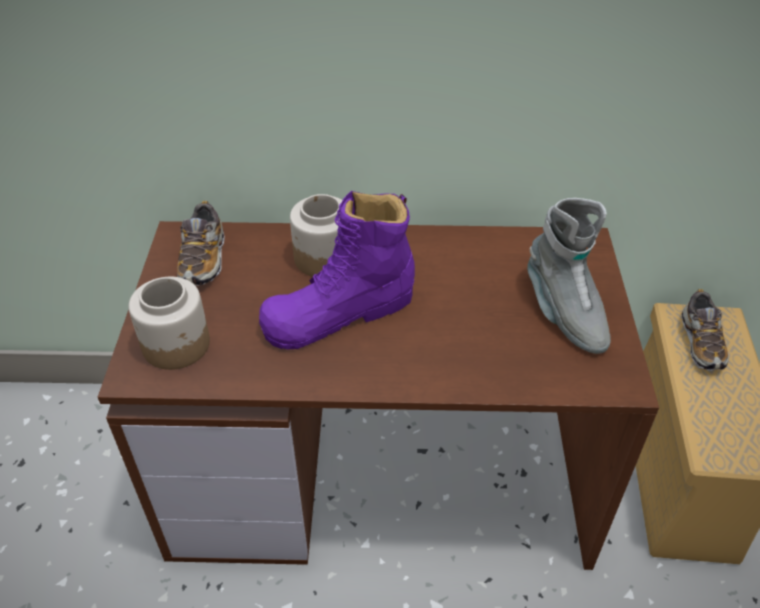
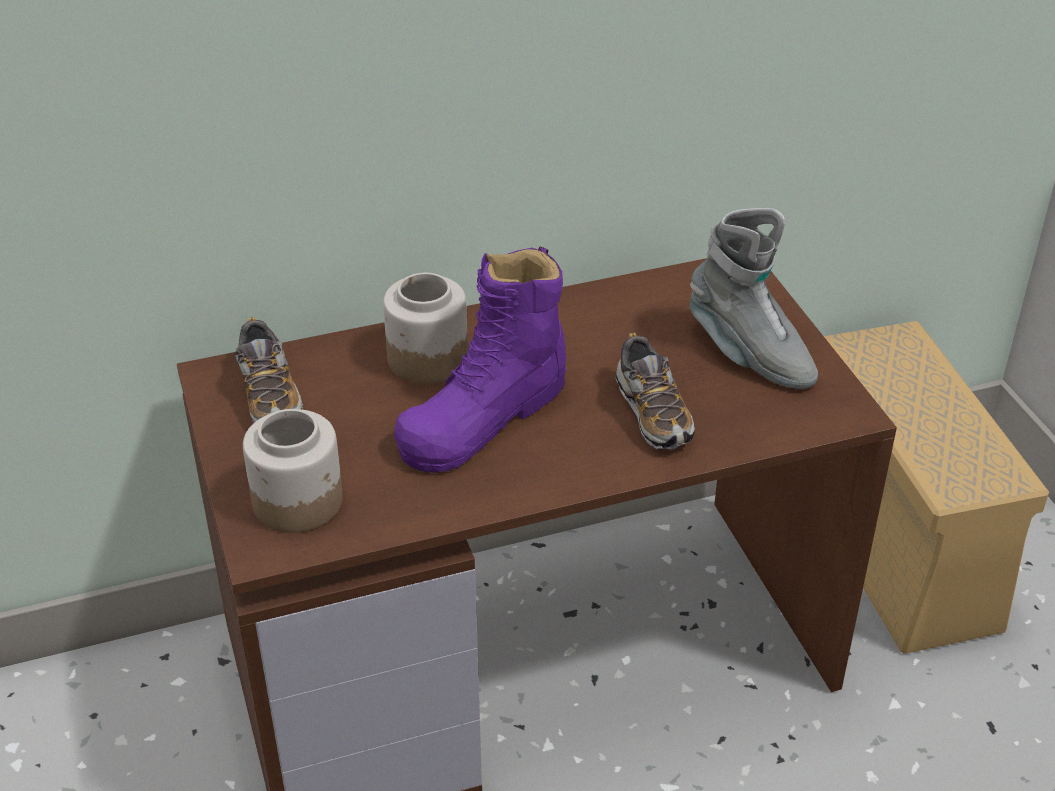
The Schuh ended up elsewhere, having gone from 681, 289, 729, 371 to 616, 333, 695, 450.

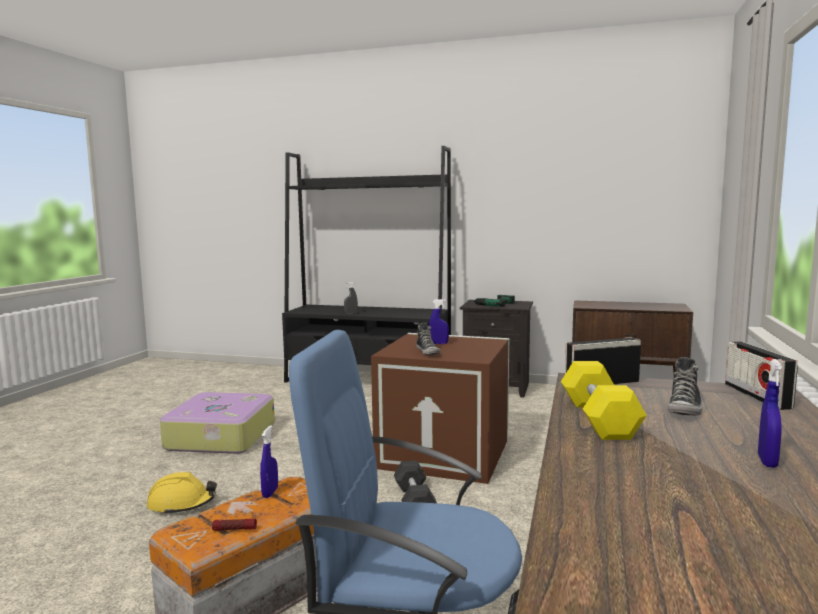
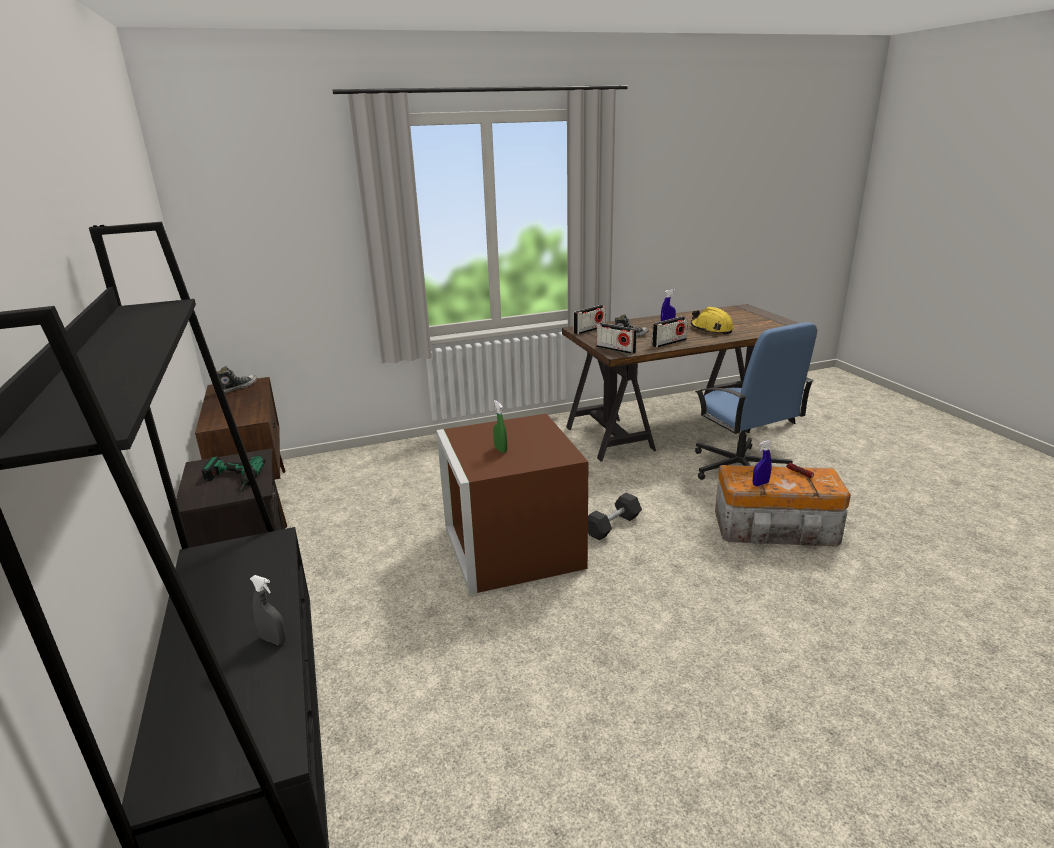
What was the Sprühflasche (blau) at 429, 299, 449, 344 turned into the Sprühflasche (grün) at 493, 400, 507, 453.
The Schuh ended up elsewhere, having gone from 416, 323, 440, 355 to 217, 366, 257, 393.
Where the Hantel (gelb) stood at 561, 361, 647, 440, the Radio came to stand at 652, 316, 688, 348.
The second view lost the Koffer at 160, 392, 275, 454.
The Schutzhelm (gelb) ended up elsewhere, having gone from 147, 472, 217, 515 to 691, 307, 734, 335.

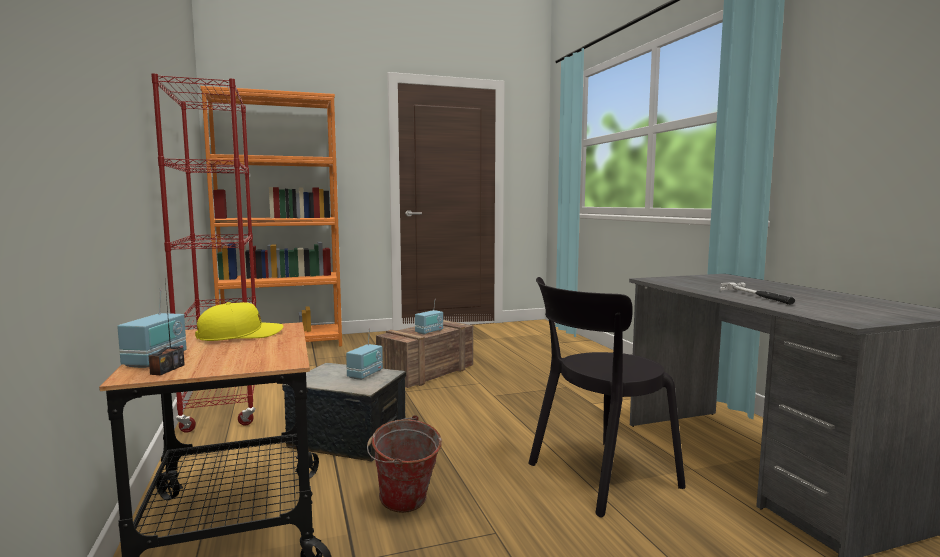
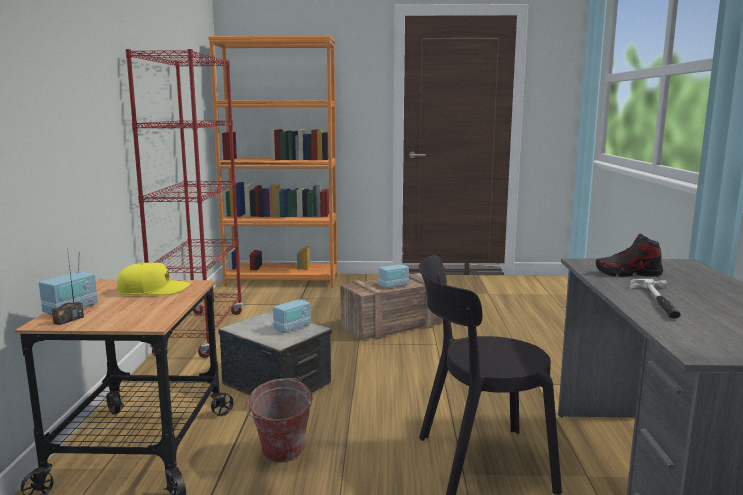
The second view gained the Schuh at 596, 234, 663, 277.

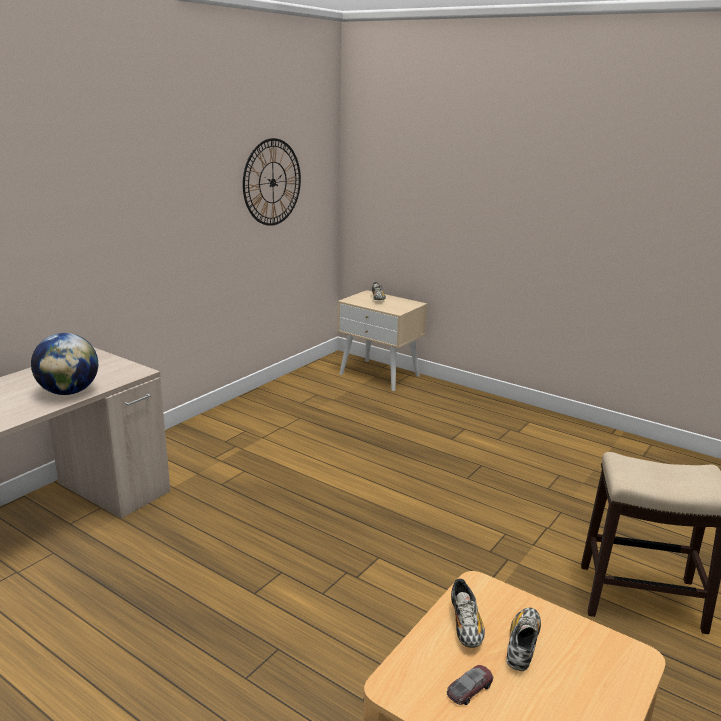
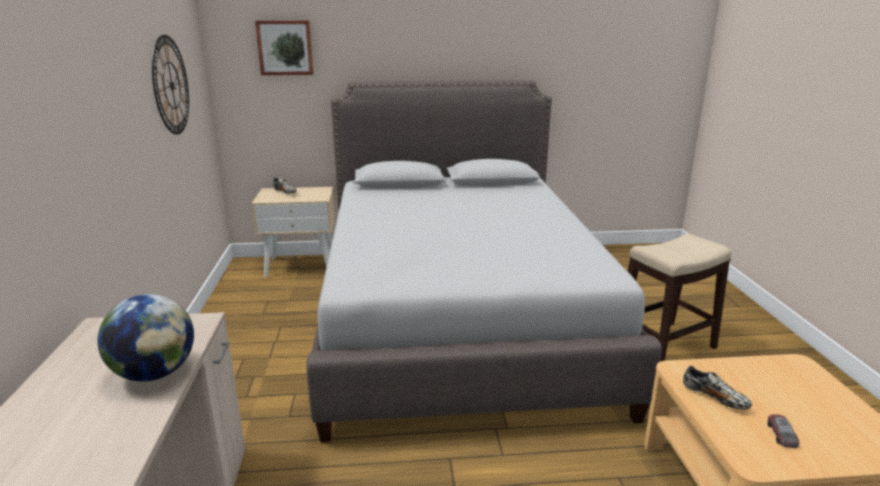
The second view lost the Schuh at 506, 607, 541, 671.
The second view gained the Bild at 255, 20, 314, 75.
The second view gained the Bett (grau) at 307, 80, 662, 443.

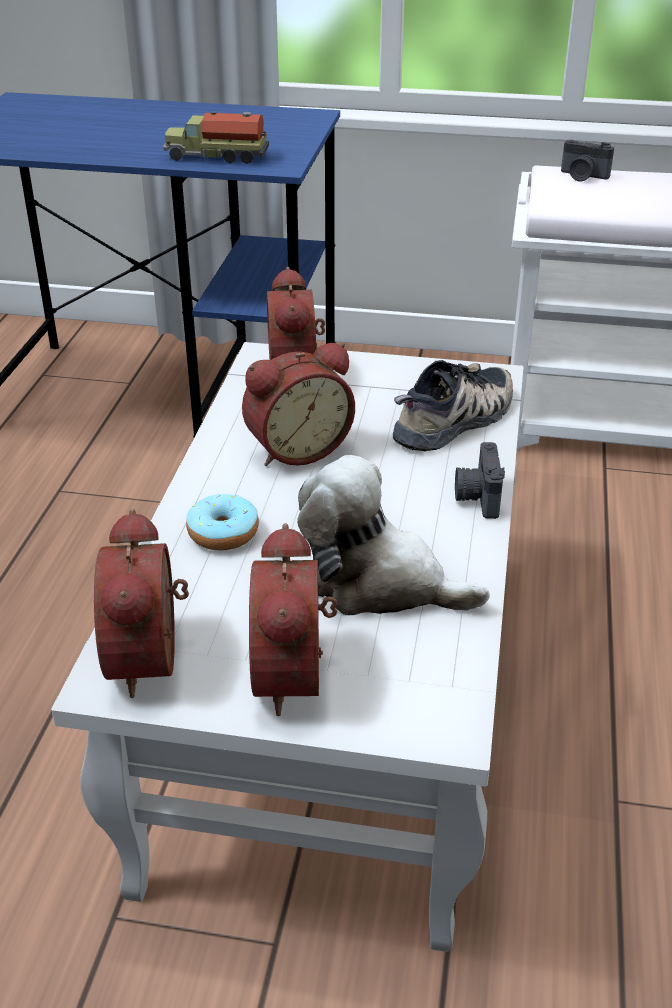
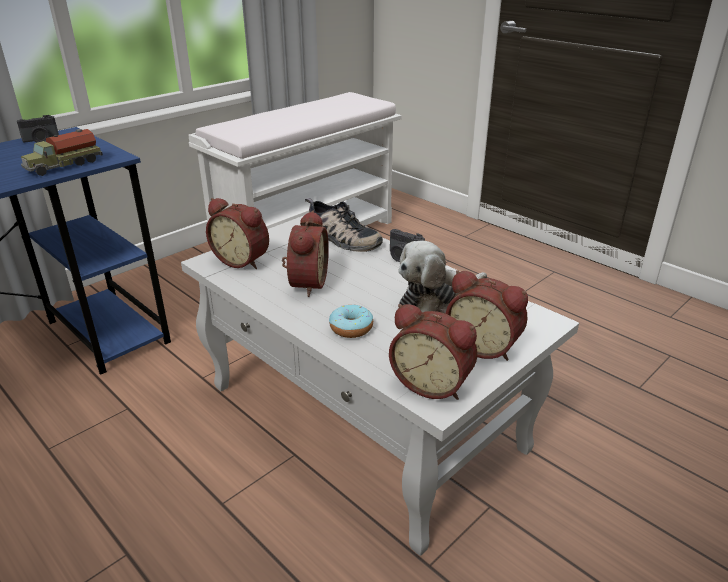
The Kamera ended up elsewhere, having gone from 561, 140, 614, 181 to 17, 115, 59, 143.
The Schuh at 393, 360, 513, 452 ended up facing another way, 135 degrees clockwise from before.

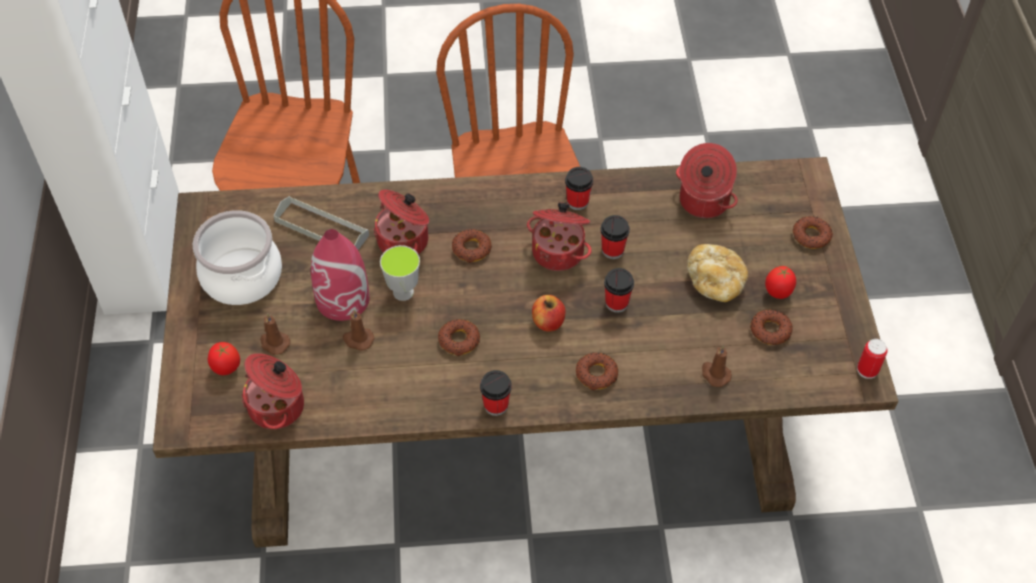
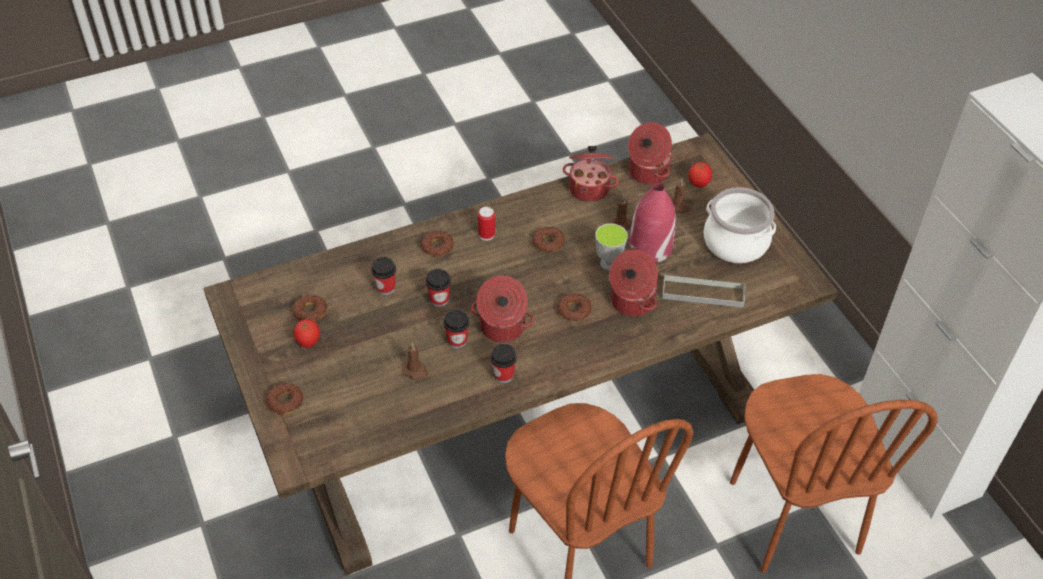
The Kochtopf ended up elsewhere, having gone from 676, 143, 738, 218 to 562, 146, 619, 202.
The second view lost the Brot at 687, 244, 748, 302.
The second view lost the Apfel at 532, 295, 566, 332.
The Dose ended up elsewhere, having gone from 857, 339, 888, 379 to 478, 207, 495, 241.
The Kerze (braun) ended up elsewhere, having gone from 702, 345, 732, 387 to 402, 343, 428, 379.
The Tasse ended up elsewhere, having gone from 480, 370, 512, 416 to 371, 257, 396, 295.

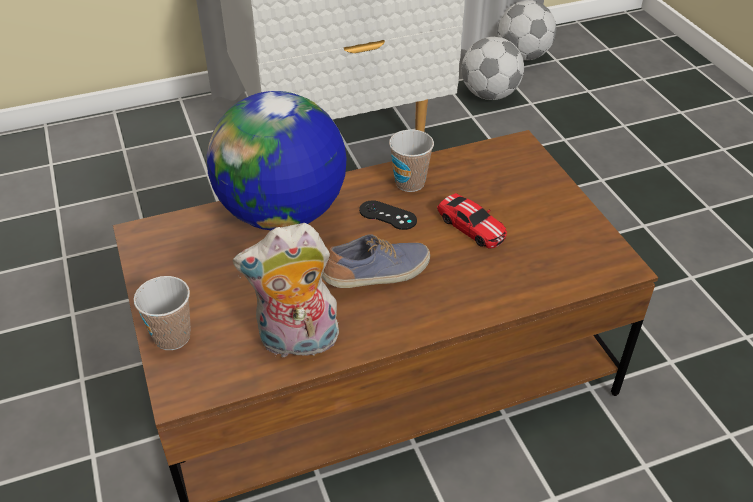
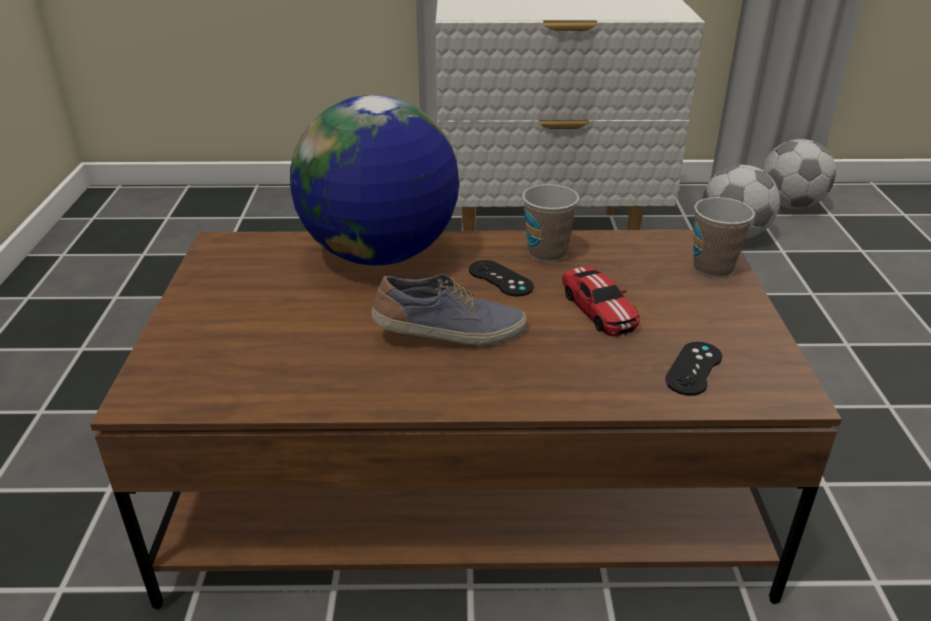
The second view lost the Plüschtier at 233, 223, 340, 361.
The Tasse ended up elsewhere, having gone from 134, 276, 191, 350 to 693, 197, 755, 278.
The second view gained the Gamepad (schwarz) at 665, 342, 722, 396.

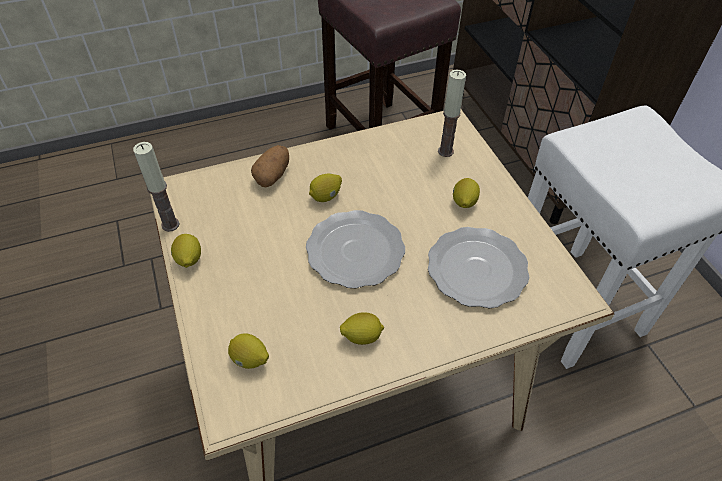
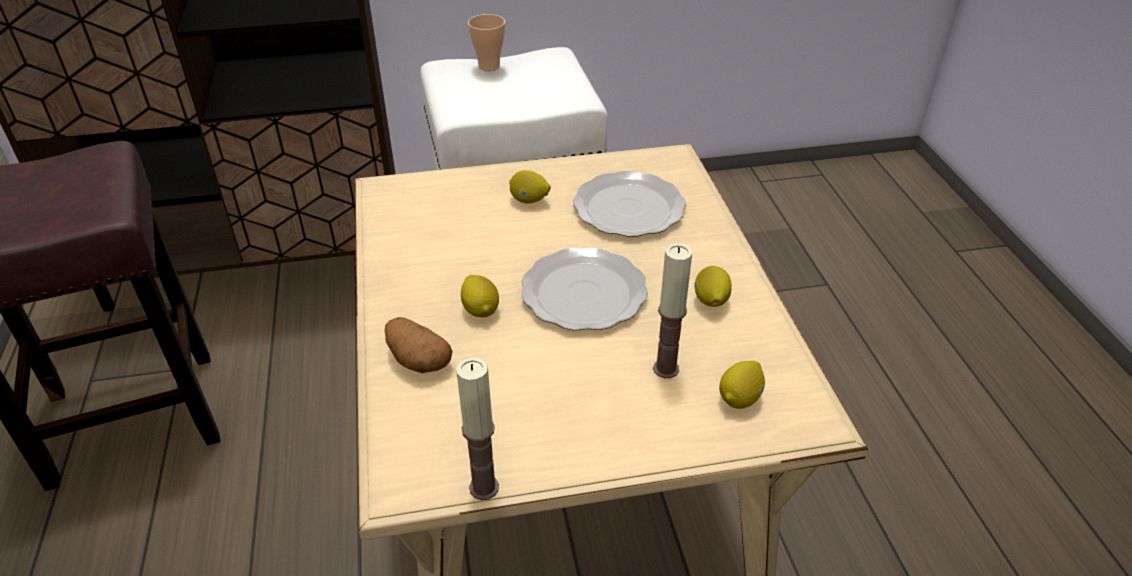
The Kerze ended up elsewhere, having gone from 438, 70, 466, 157 to 653, 243, 692, 378.
The second view lost the Zitrone at 171, 234, 201, 268.
The second view gained the Tasse at 468, 14, 505, 71.

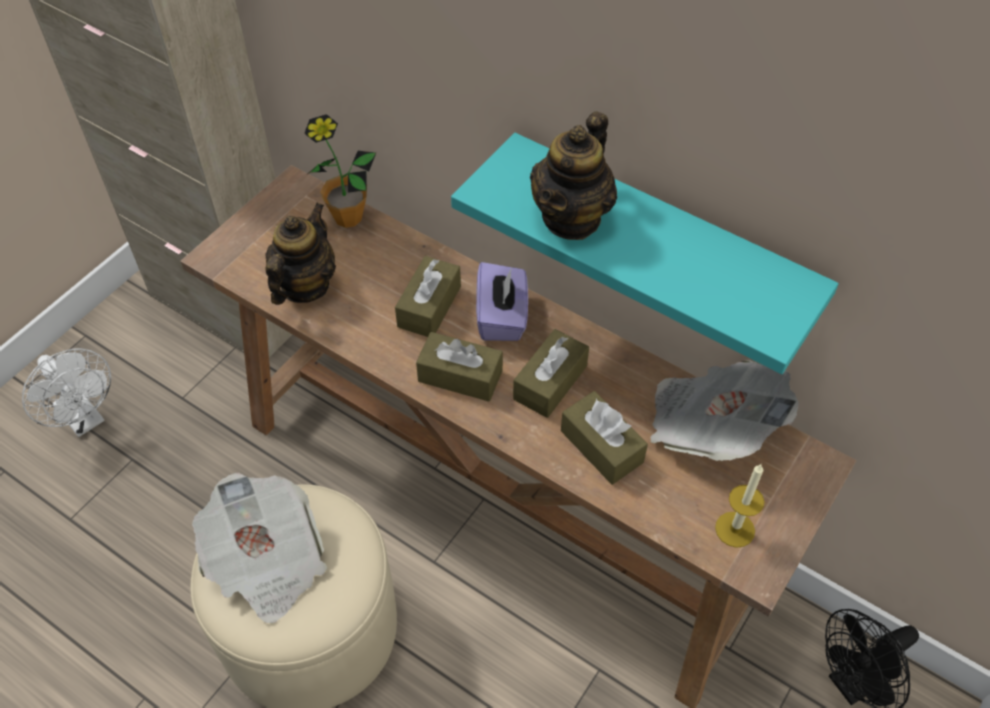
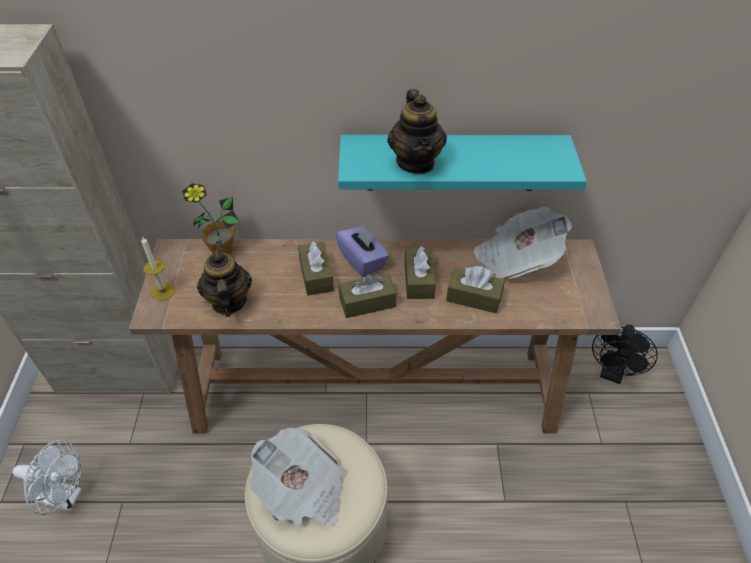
The Kerze ended up elsewhere, having gone from 715, 464, 764, 548 to 141, 236, 175, 301.

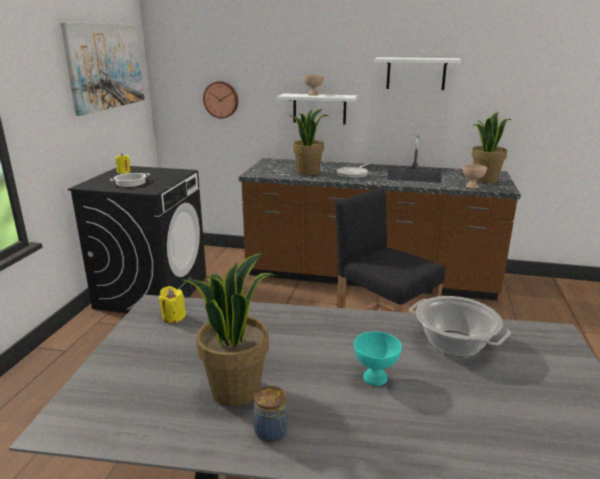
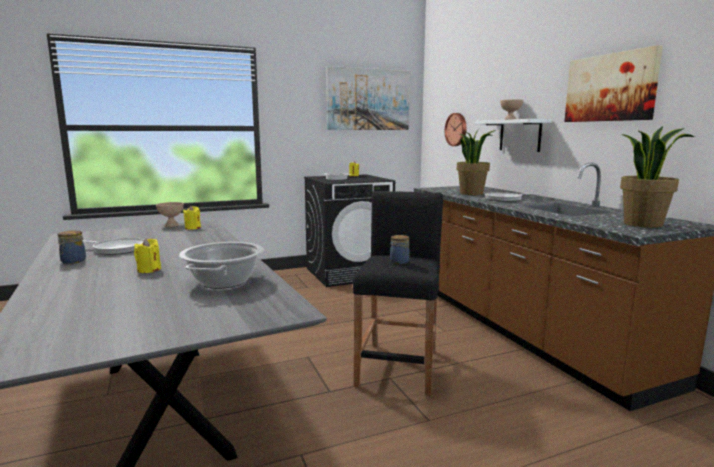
Where the Wandregal (weiß) hung at 375, 57, 461, 90, the Bild came to hang at 564, 45, 663, 122.
The Schüssel (beige) ended up elsewhere, having gone from 462, 164, 487, 189 to 156, 202, 184, 227.
Where the Topfpflanze stood at 182, 253, 278, 407, the Pfanne came to stand at 83, 238, 144, 255.
Where the Schüssel (türkis) stood at 354, 331, 402, 386, the Kerze (gelb) came to stand at 134, 238, 161, 273.
The second view gained the Vorratsglas at 390, 235, 410, 264.

